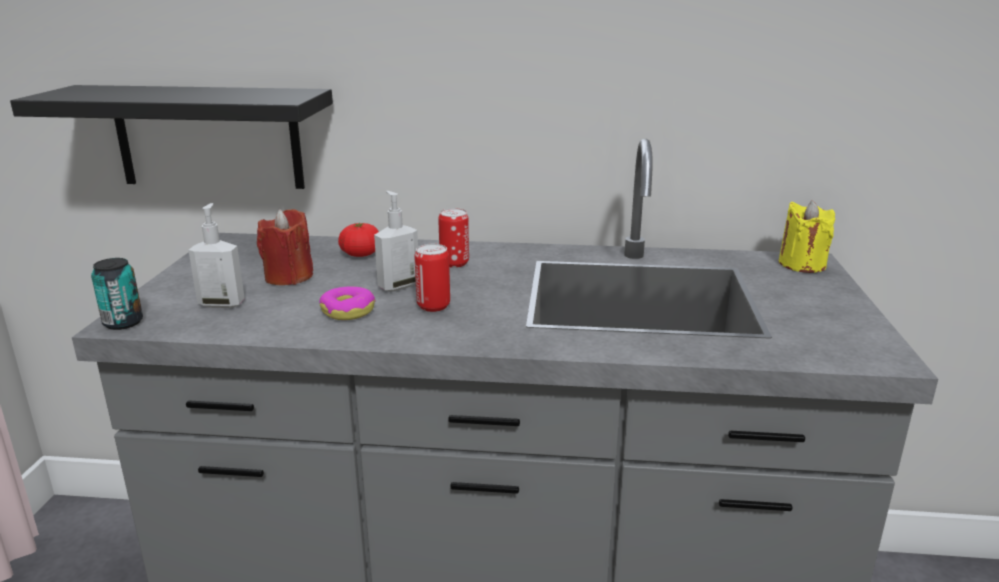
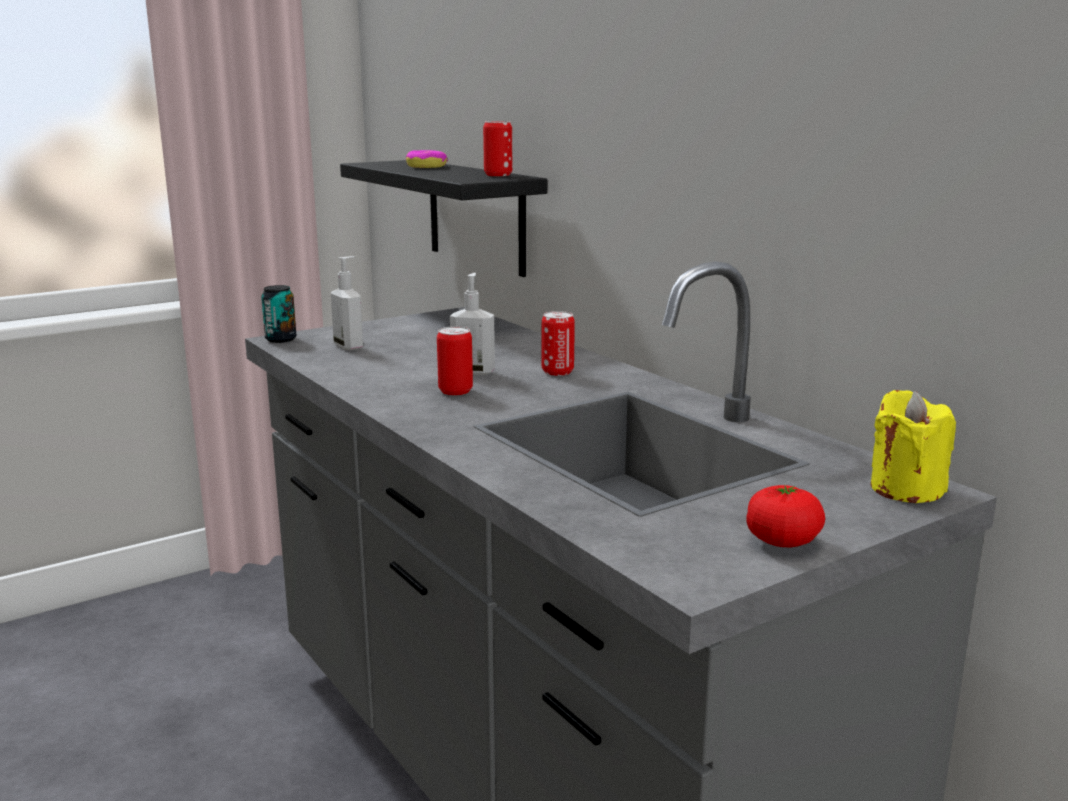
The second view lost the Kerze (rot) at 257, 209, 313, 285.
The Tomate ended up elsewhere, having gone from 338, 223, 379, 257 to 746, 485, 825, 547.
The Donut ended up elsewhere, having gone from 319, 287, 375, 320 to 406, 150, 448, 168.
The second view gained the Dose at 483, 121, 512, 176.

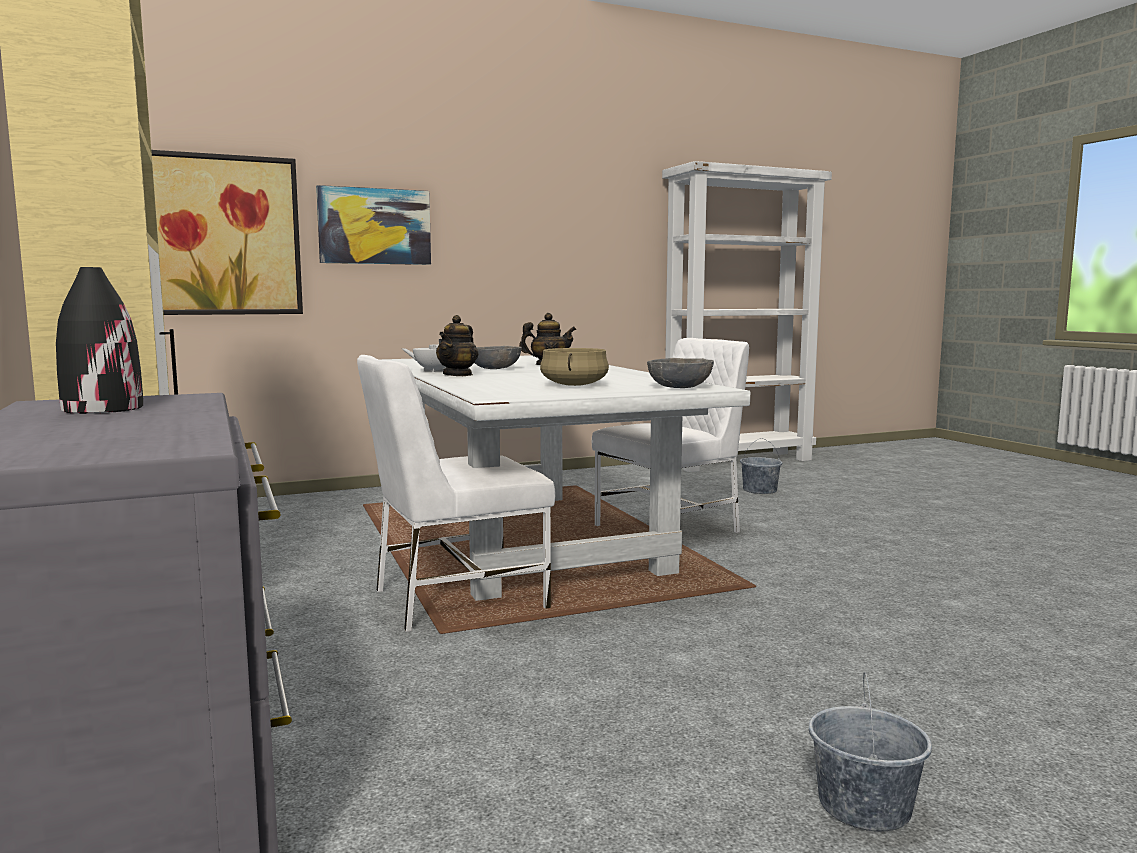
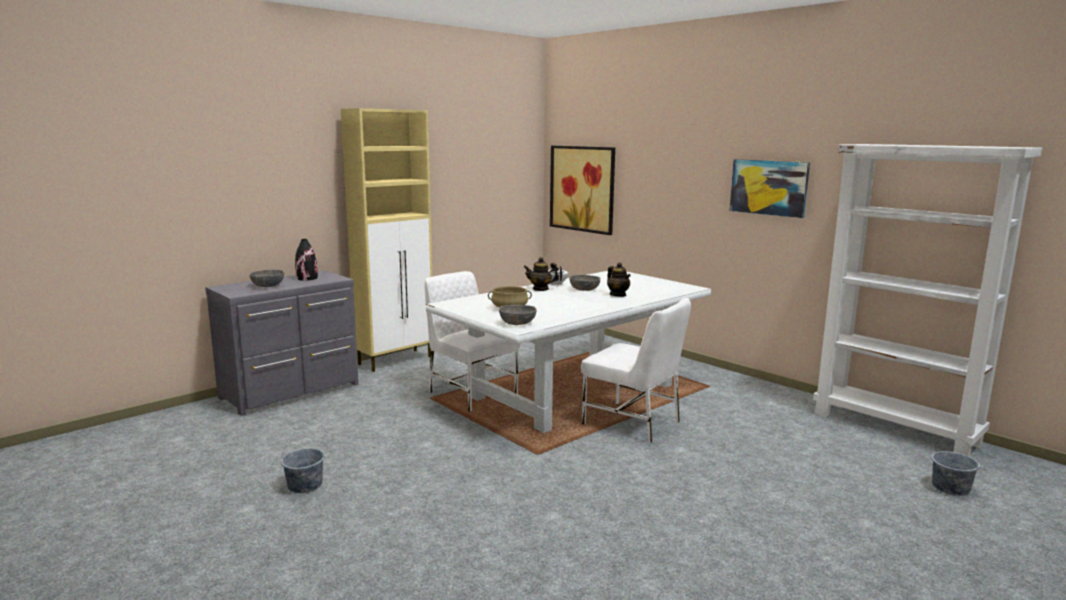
The Bild ended up elsewhere, having gone from 316, 185, 431, 265 to 730, 159, 810, 218.
The Eimer (grau) ended up elsewhere, having gone from 740, 438, 782, 494 to 931, 438, 980, 496.
The second view gained the Schüssel (grau) at 249, 269, 285, 287.

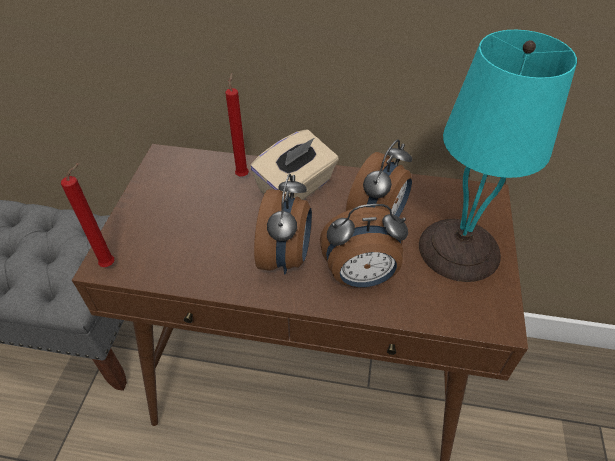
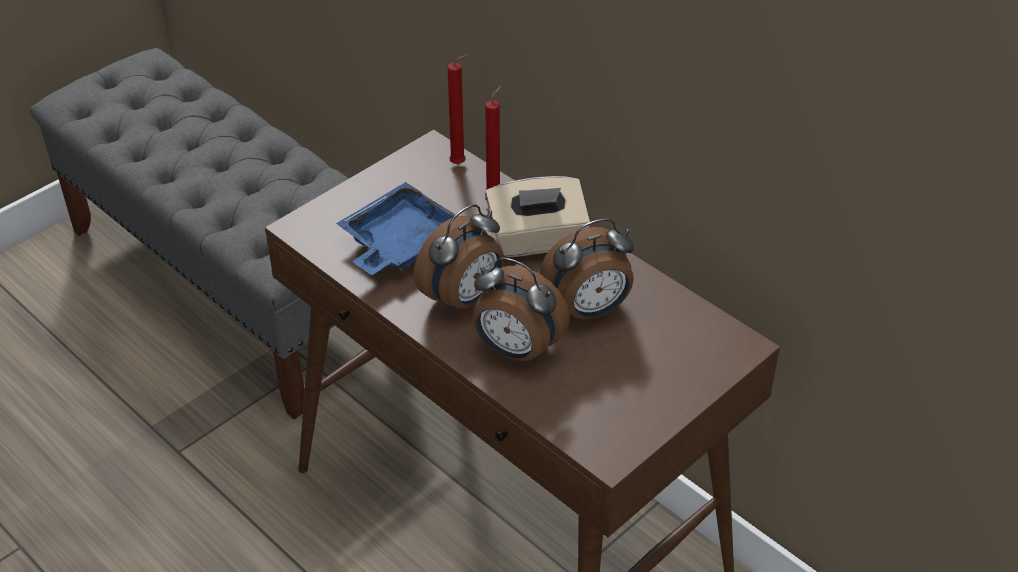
The second view lost the Tischlampe (türkis) at 419, 30, 577, 282.
The Kerze (rot) ended up elsewhere, having gone from 61, 163, 114, 267 to 448, 54, 469, 164.
The second view gained the Tablett (blau) at 336, 182, 466, 275.

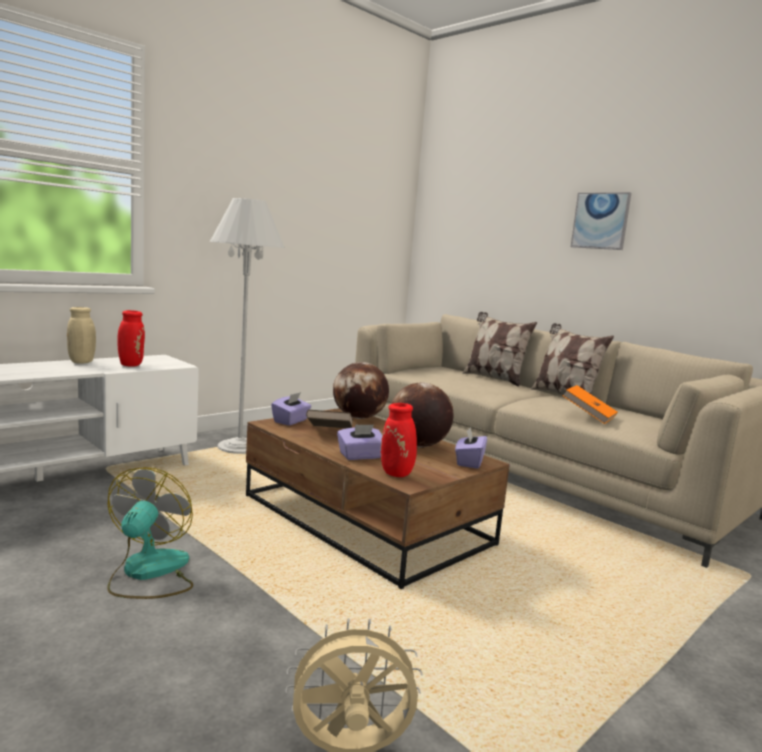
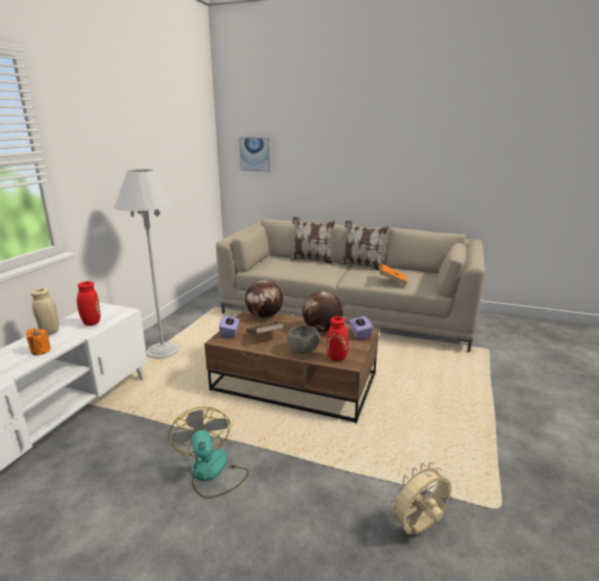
The Bild ended up elsewhere, having gone from 571, 192, 631, 250 to 239, 137, 270, 172.
Where the Taschentuchbox (lila) stood at 337, 424, 382, 460, the Schüssel (grau) came to stand at 287, 326, 320, 354.
The second view gained the Kerze (orange) at 27, 328, 51, 355.

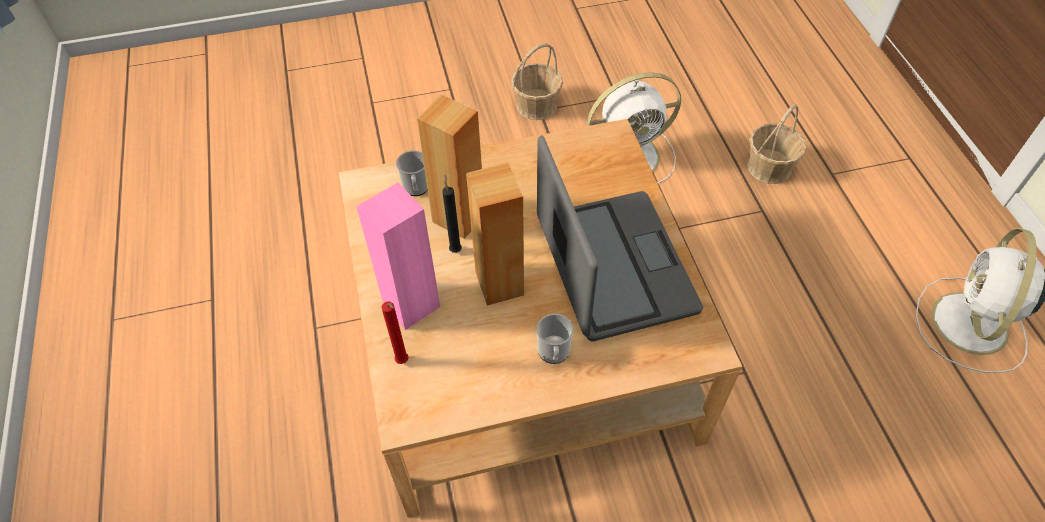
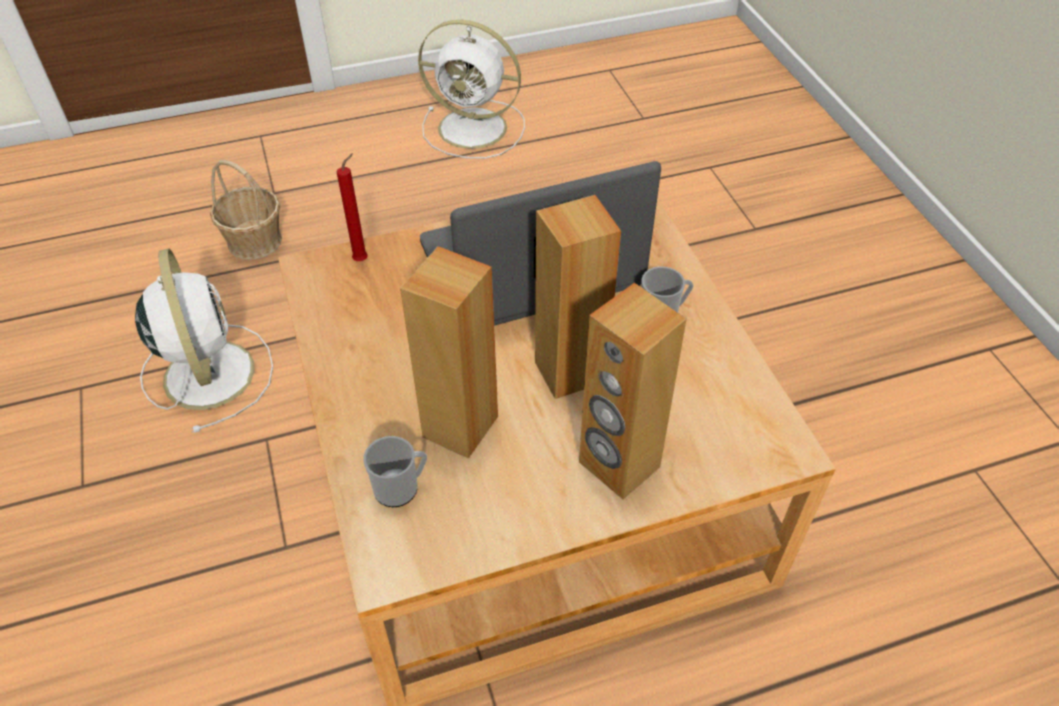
The second view lost the Korb at 511, 43, 563, 120.
The second view lost the Kerze (schwarz) at 442, 175, 462, 253.
What was the Lautsprecher (rosa) at 356, 183, 440, 330 turned into the Lautsprecher (braun) at 579, 283, 687, 499.
The Kerze (rot) ended up elsewhere, having gone from 381, 301, 409, 364 to 337, 153, 368, 261.

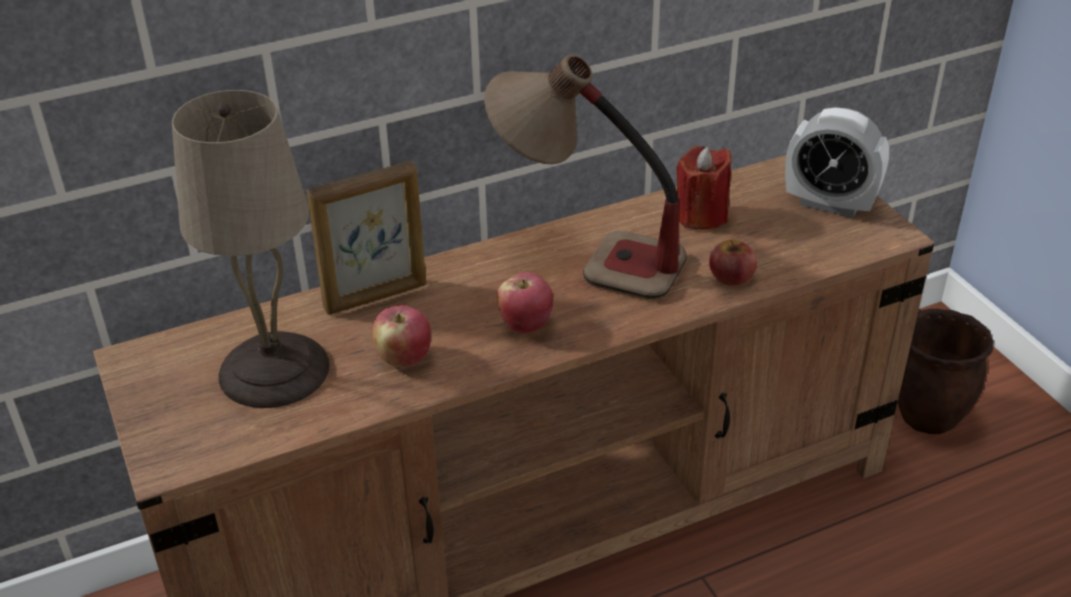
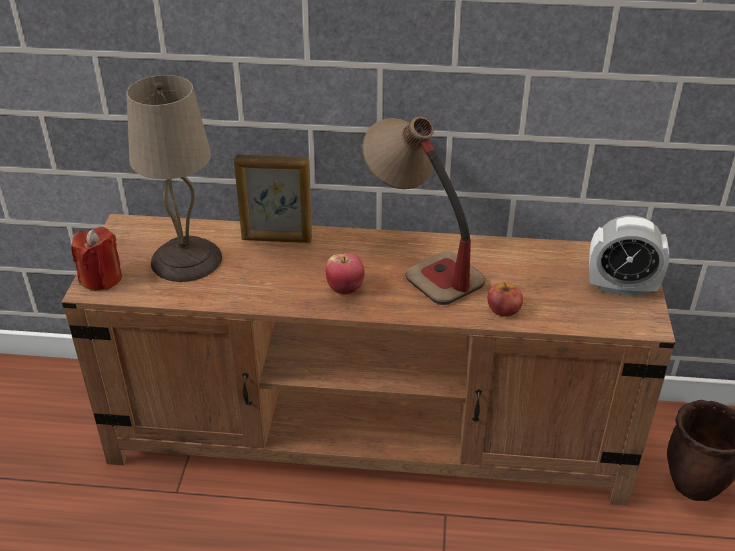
The Wecker at 785, 107, 889, 218 ended up facing another way, 45 degrees counterclockwise from before.
The Kerze (rot) ended up elsewhere, having gone from 676, 146, 732, 230 to 71, 227, 122, 291.
The second view lost the Apfel at 372, 305, 431, 368.

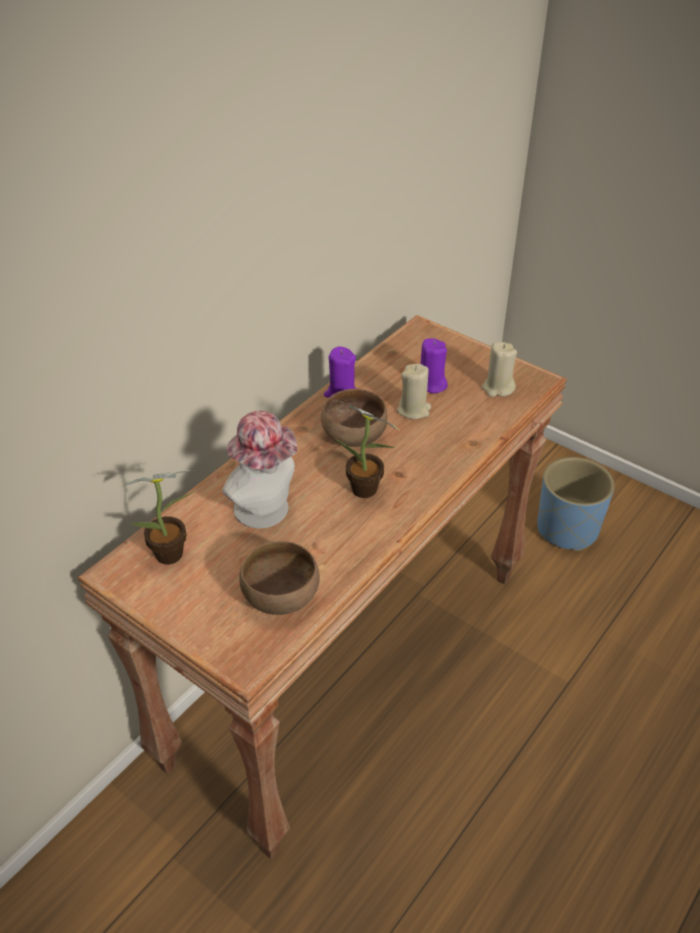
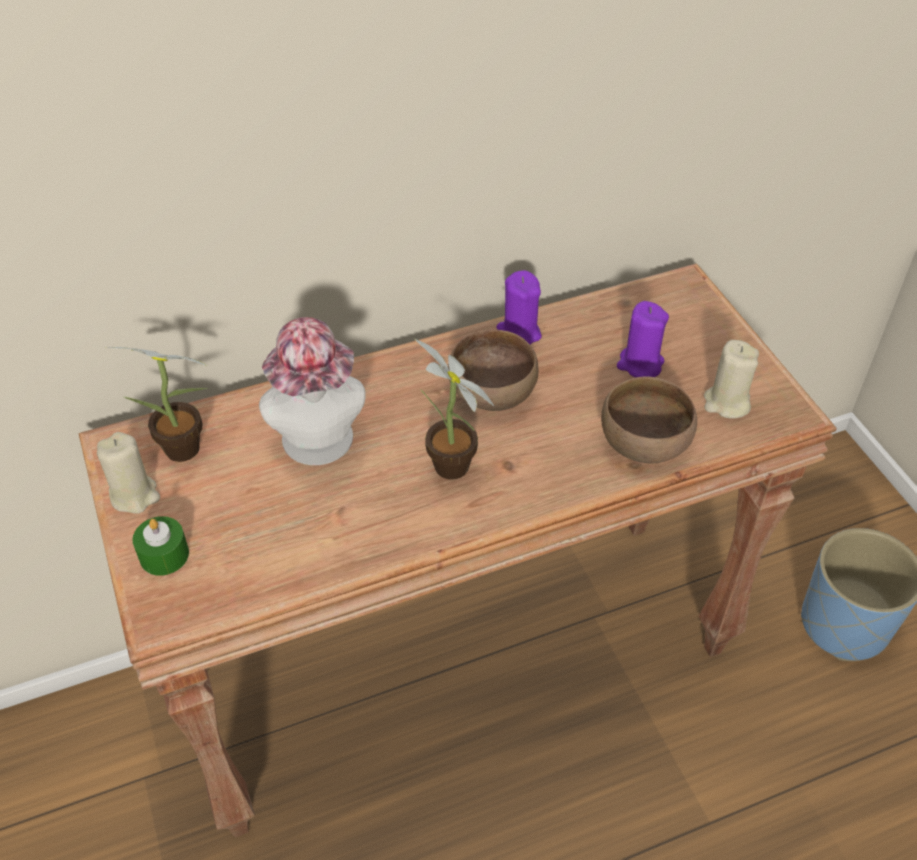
The Kerze (beige) ended up elsewhere, having gone from 397, 364, 431, 419 to 97, 432, 160, 514.
The Schüssel (braun) ended up elsewhere, having gone from 239, 541, 320, 615 to 601, 376, 697, 464.
The second view gained the Kerze (grün) at 132, 516, 189, 576.

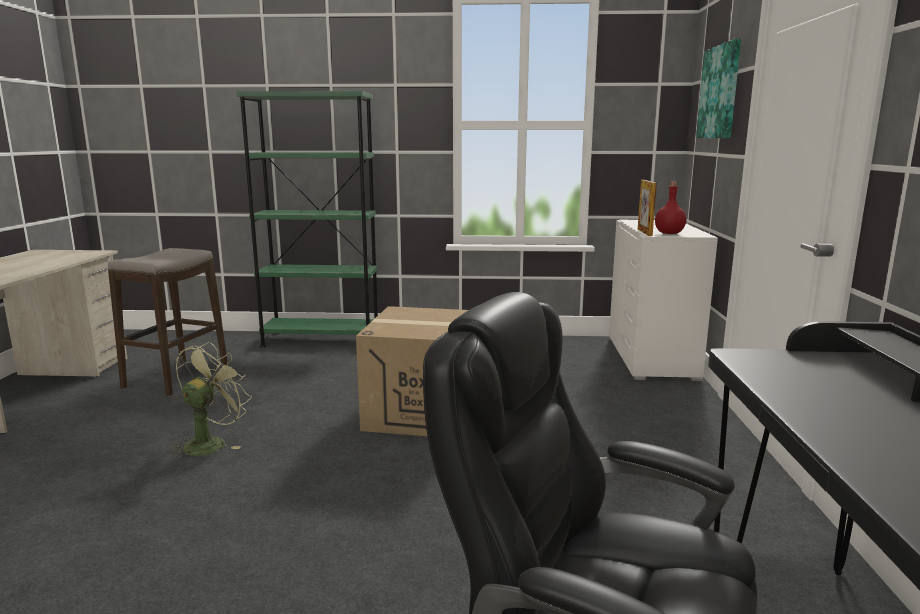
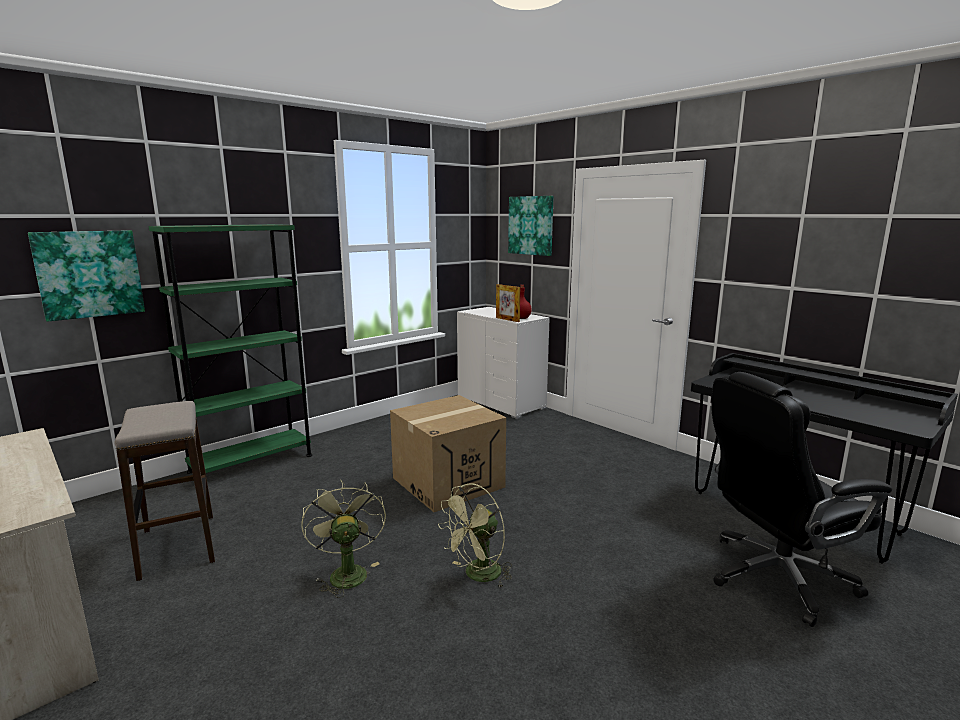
The second view gained the Bild at 28, 230, 145, 322.
The second view gained the Ventilator (grün) at 438, 483, 512, 588.

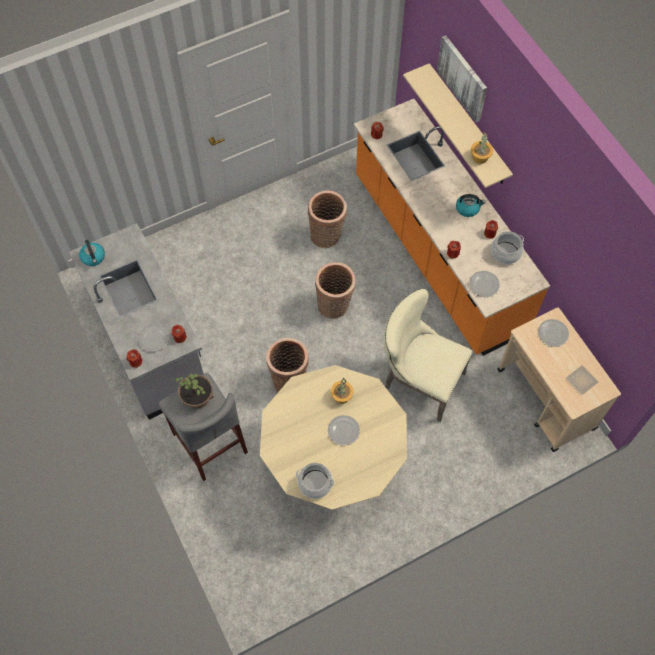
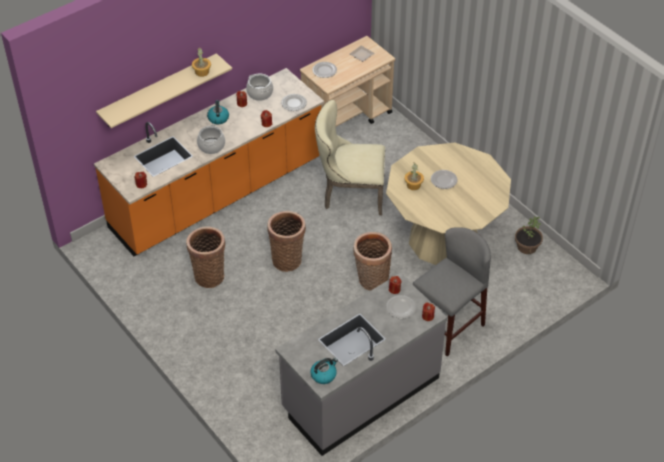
The second view lost the Bild at 437, 36, 487, 122.
The Stuhl (beige) at 383, 289, 473, 422 ended up facing another way, 75 degrees clockwise from before.
The Topfpflanze ended up elsewhere, having gone from 175, 374, 214, 409 to 515, 217, 543, 254.
The Kochtopf ended up elsewhere, having gone from 296, 463, 334, 499 to 197, 125, 225, 154.

